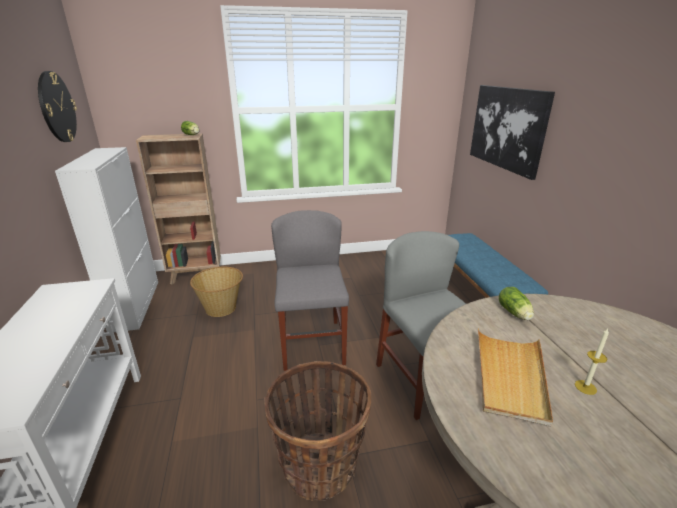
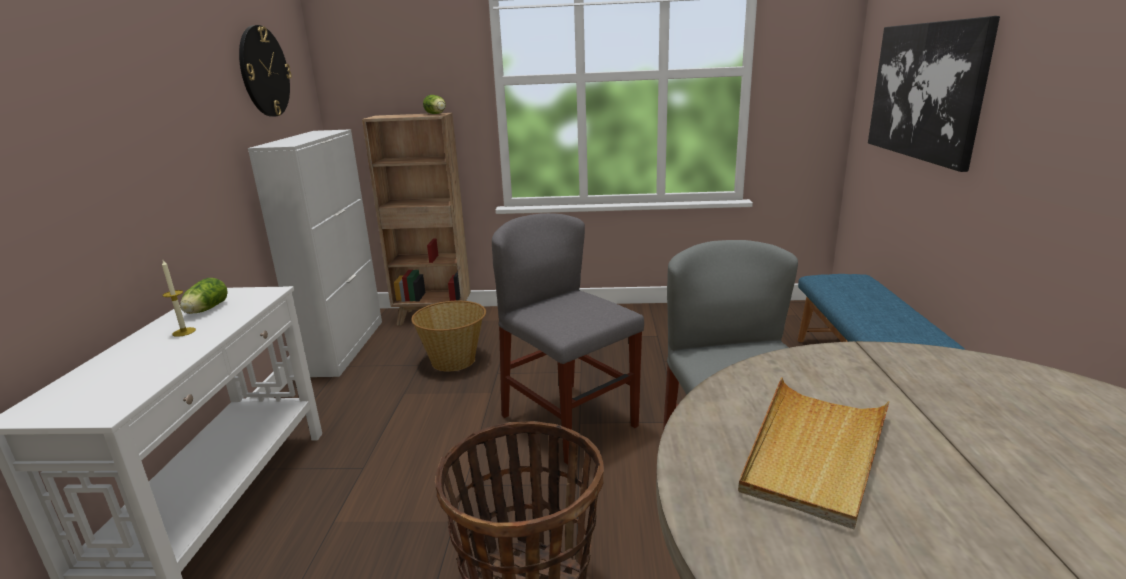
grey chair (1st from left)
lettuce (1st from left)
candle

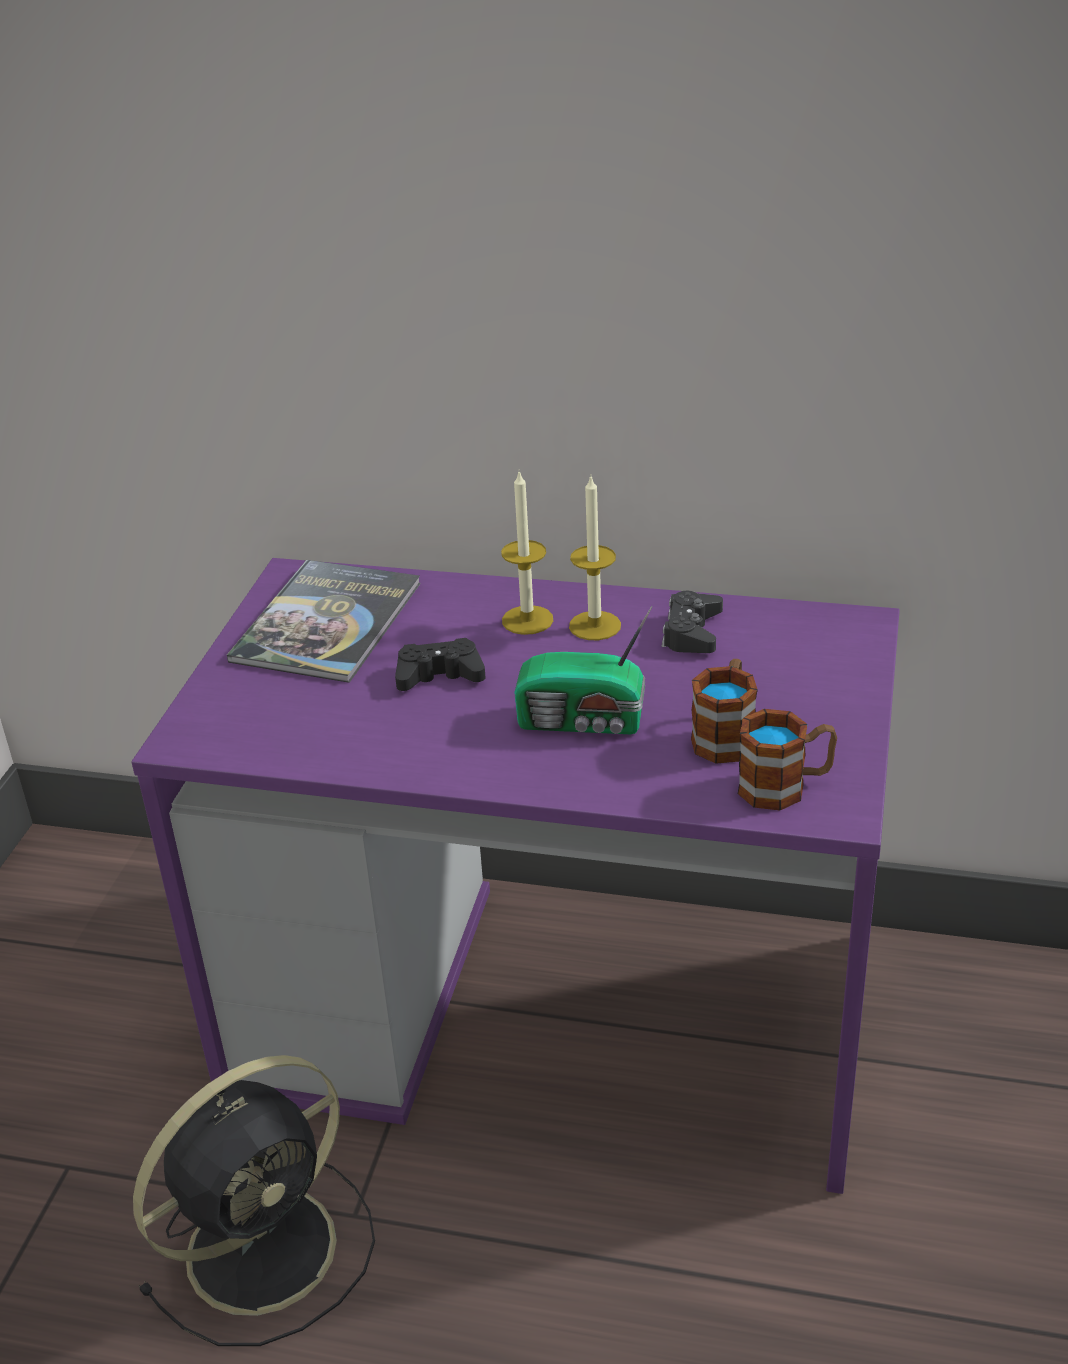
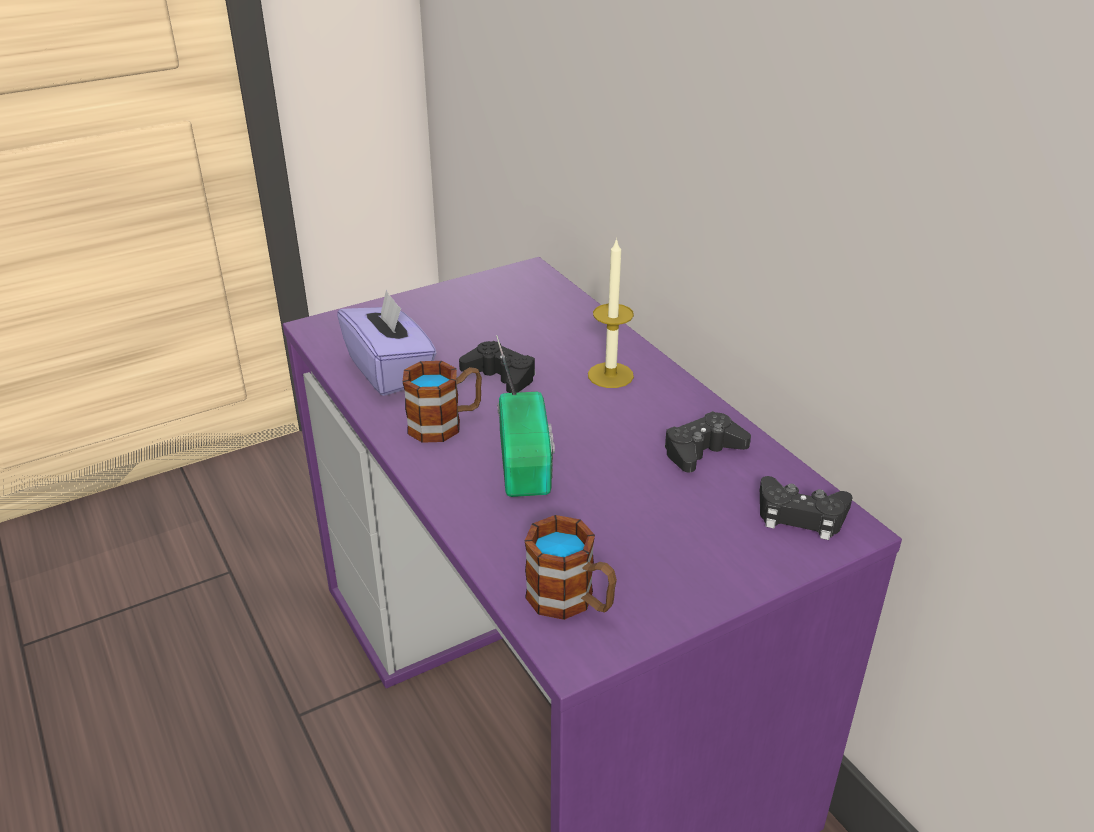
black fan
book
radio
candle (2nd from left in the first image)
mug (1st from left)
purple tissue box
black game controller (3rd from left)

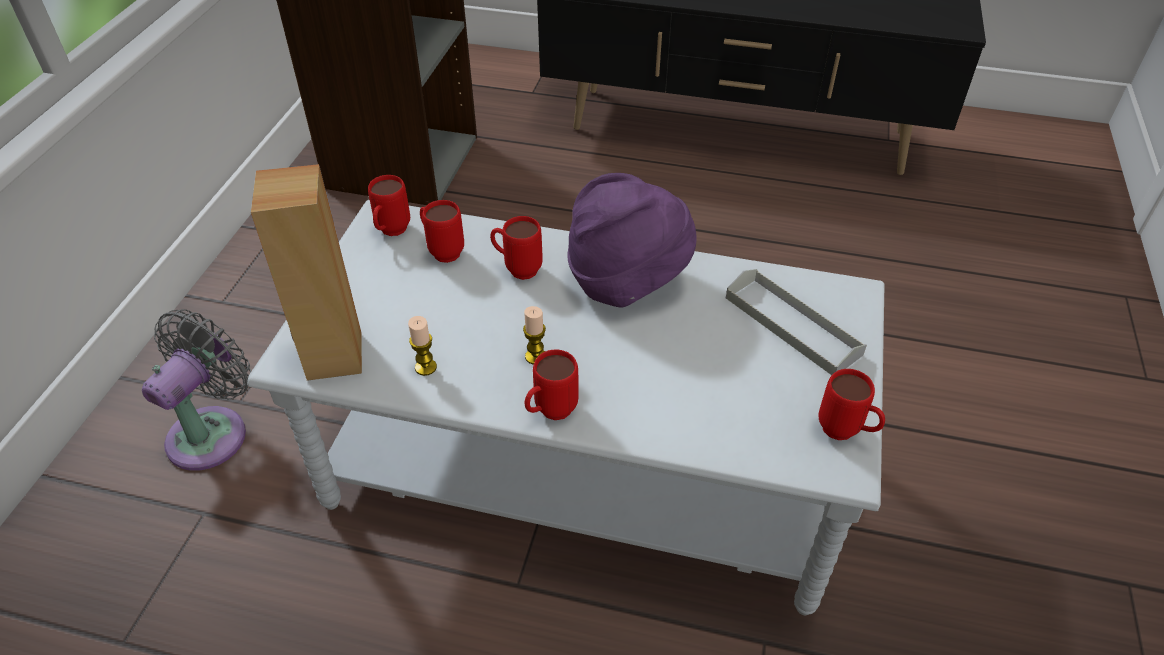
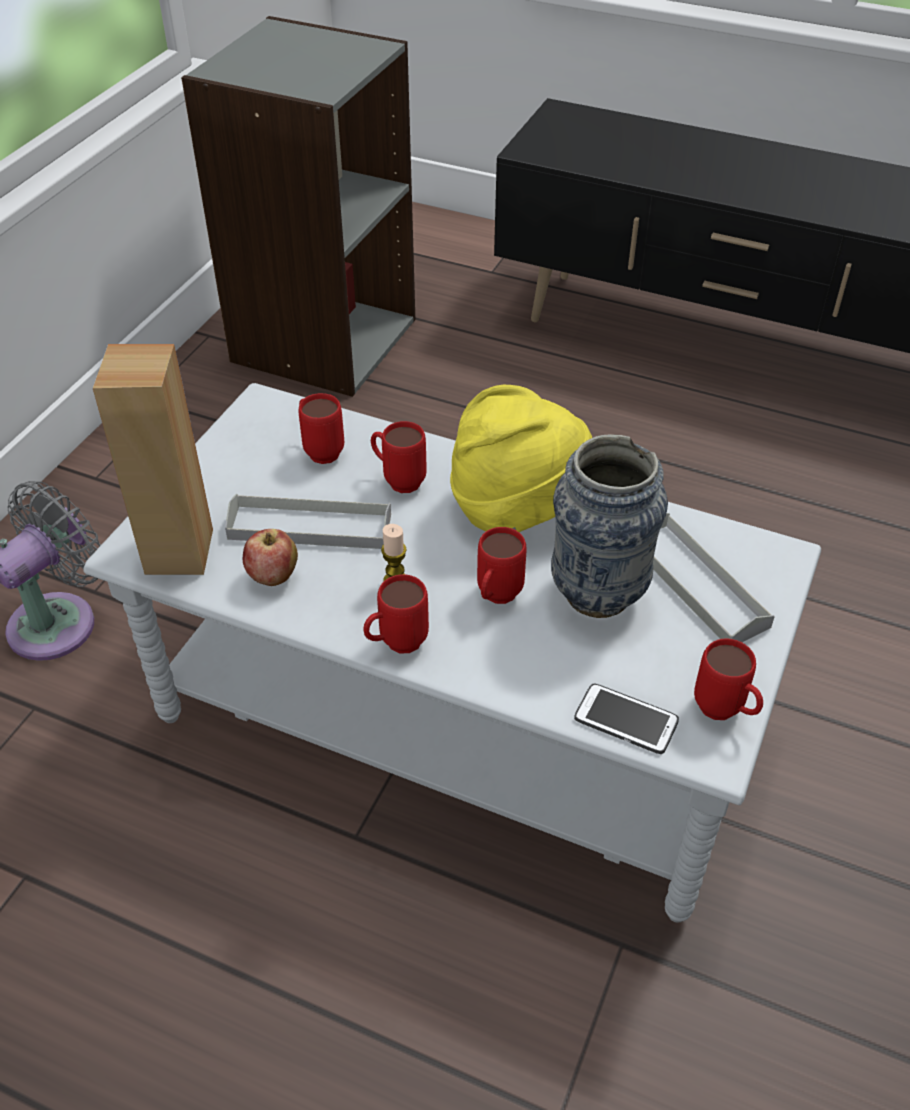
red mug (4th from left)
apple
yellow hat
grey tray (1st from left)
vase
phone

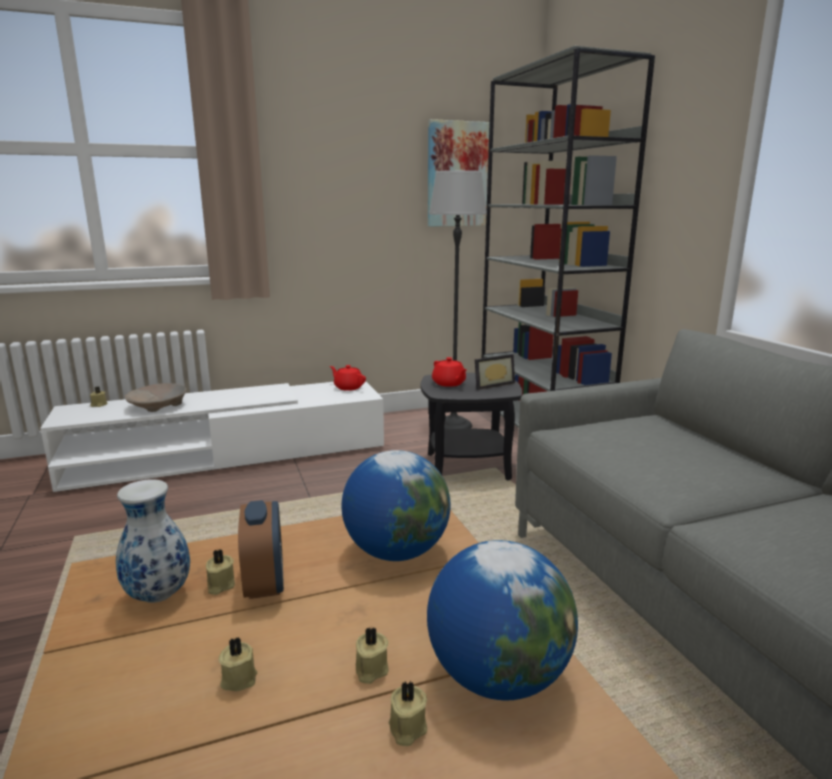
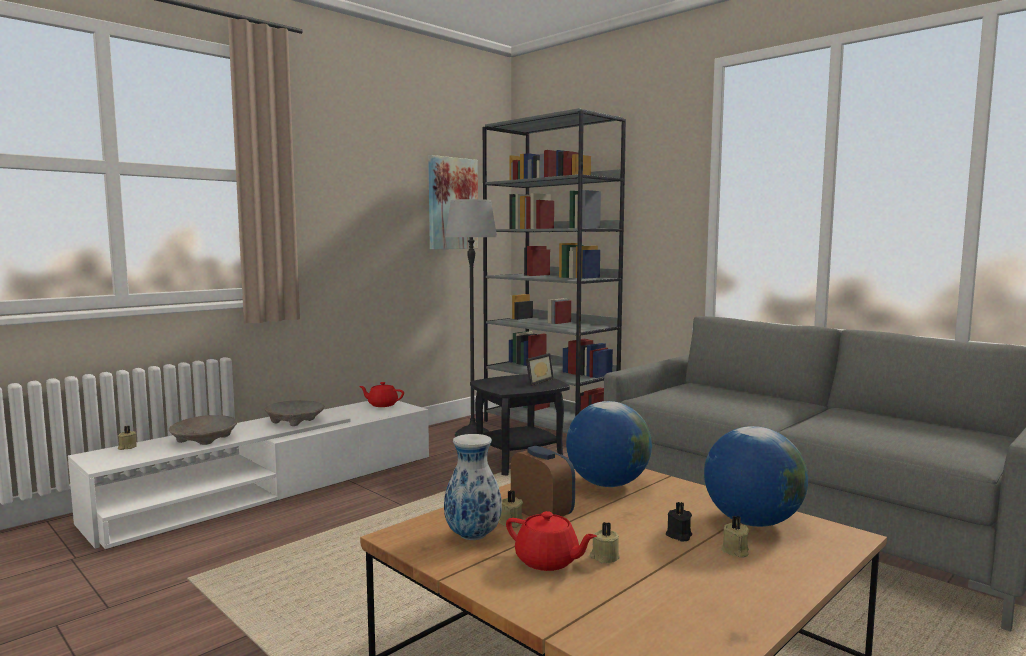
black candle
red teapot (2nd from left)
beige bowl (2nd from left)

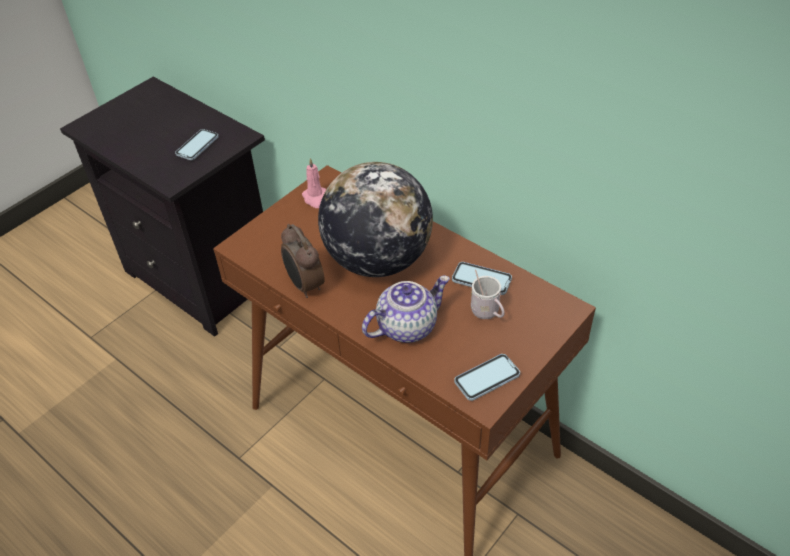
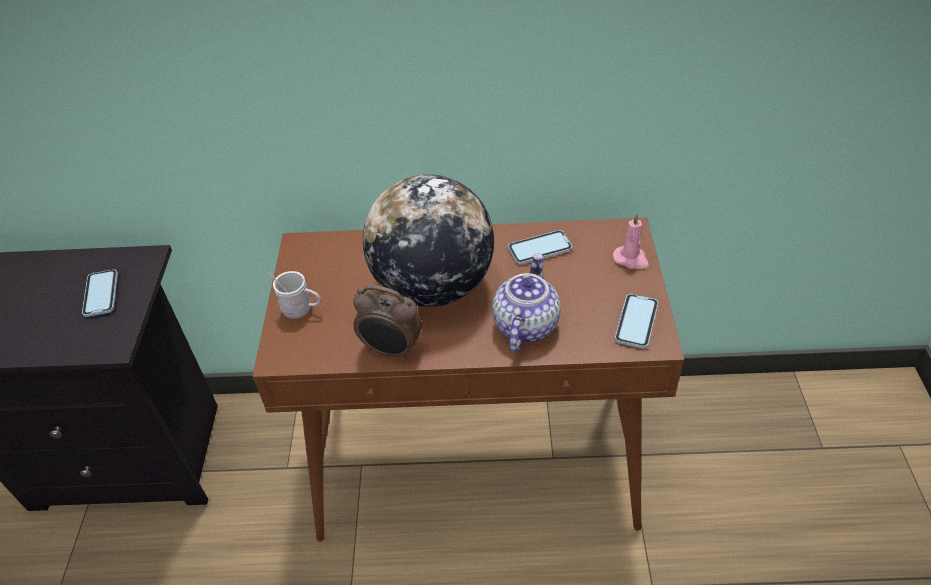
pink candle
white mug

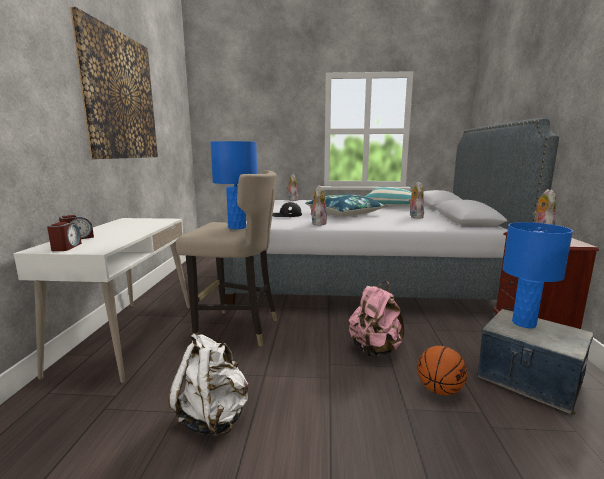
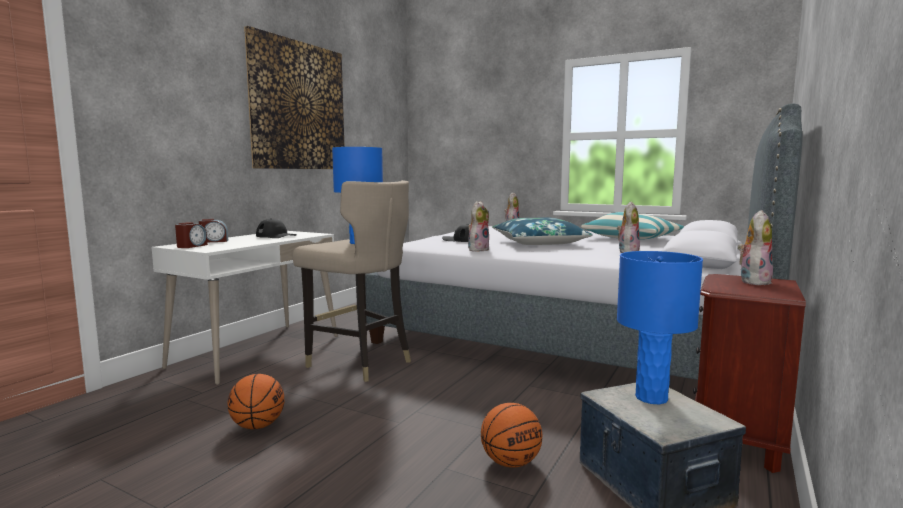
basketball (1st from left)
pink backpack
black cap (1st from left)

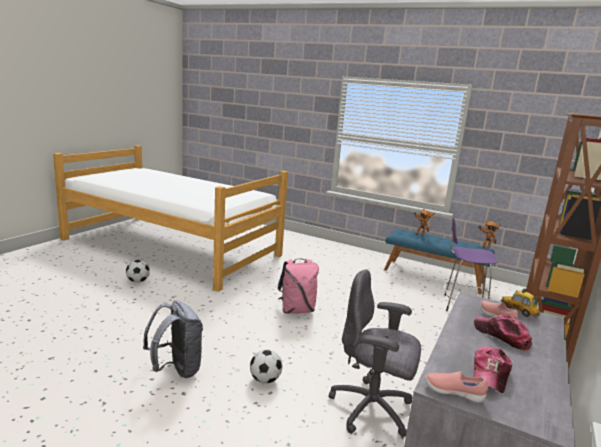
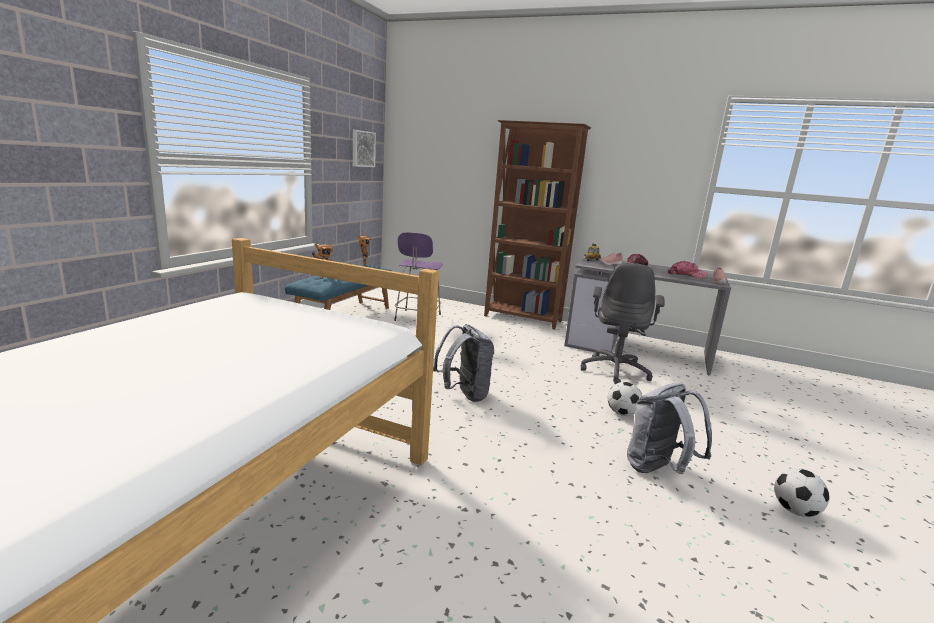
football (2nd from left)
grey backpack (1st from left)
picture

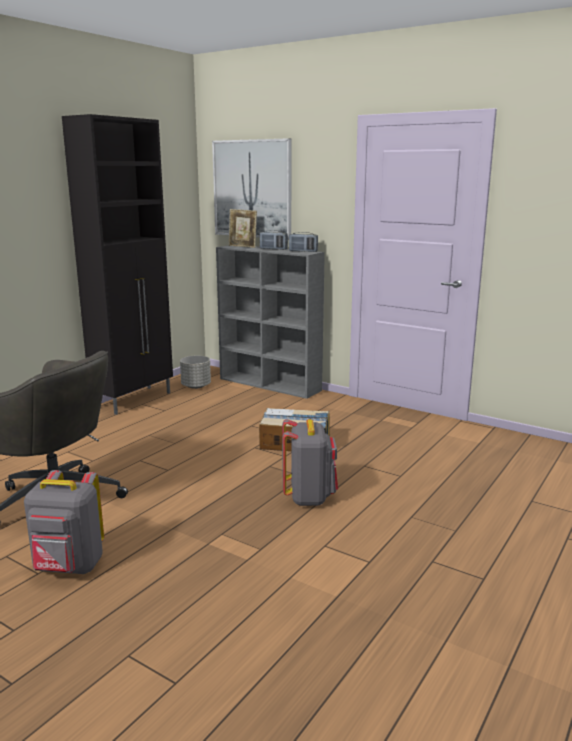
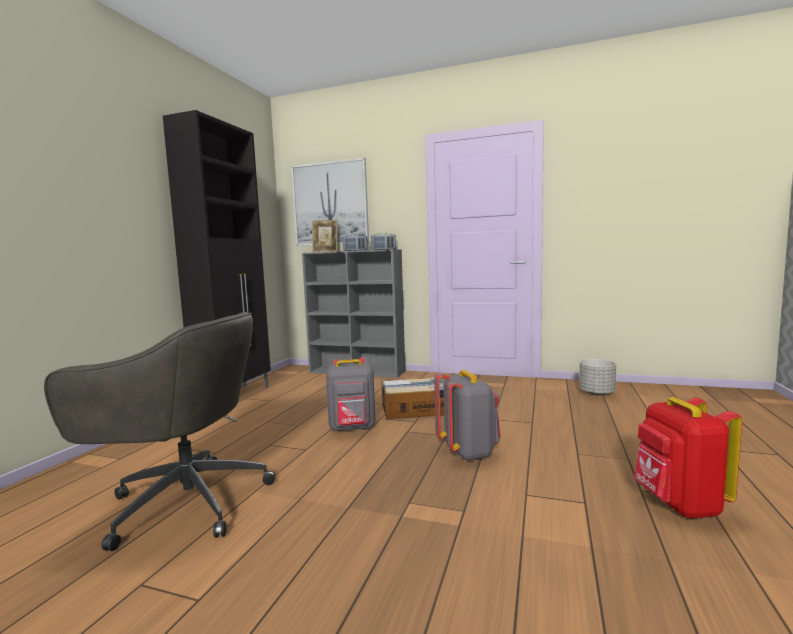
grey backpack (1st from left)
grey planter
red backpack

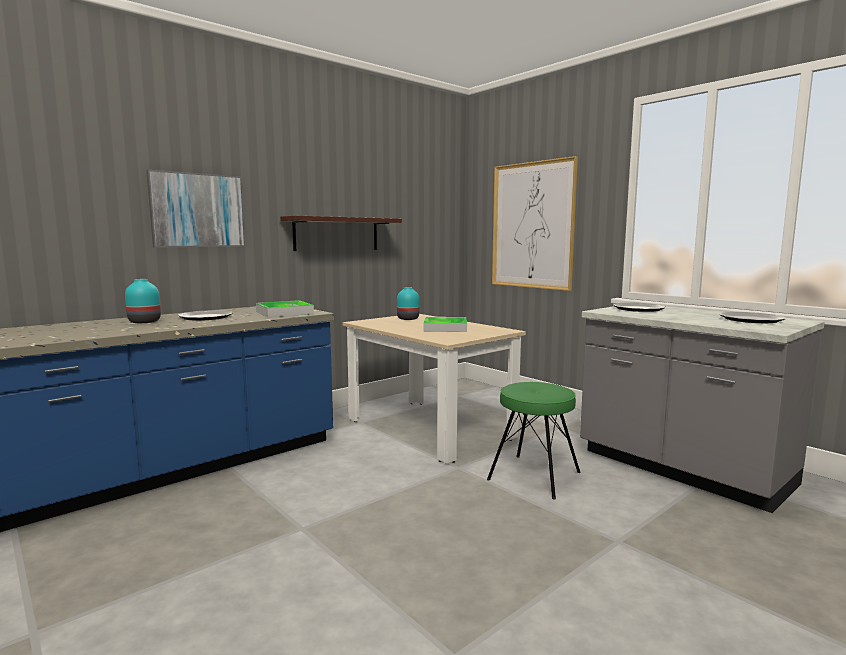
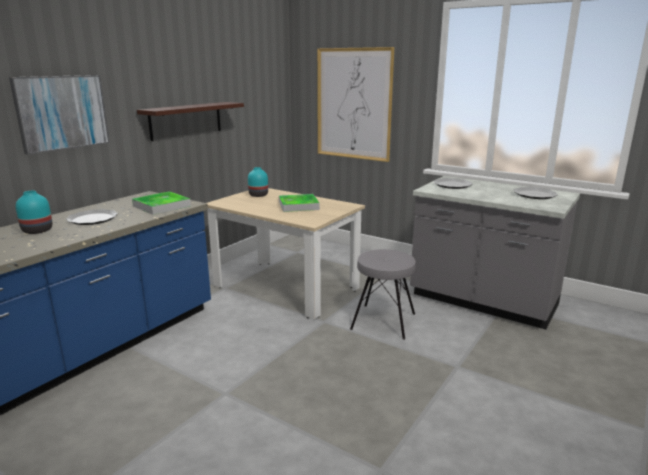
grey stool

